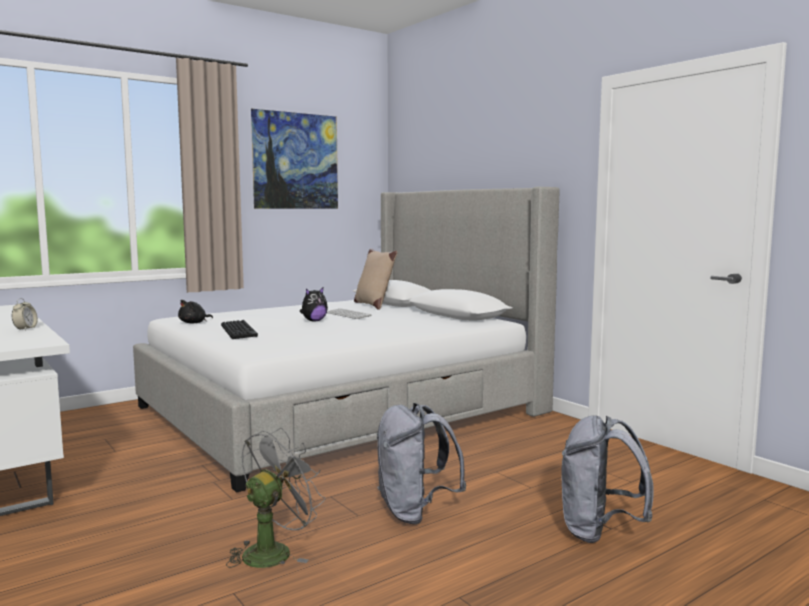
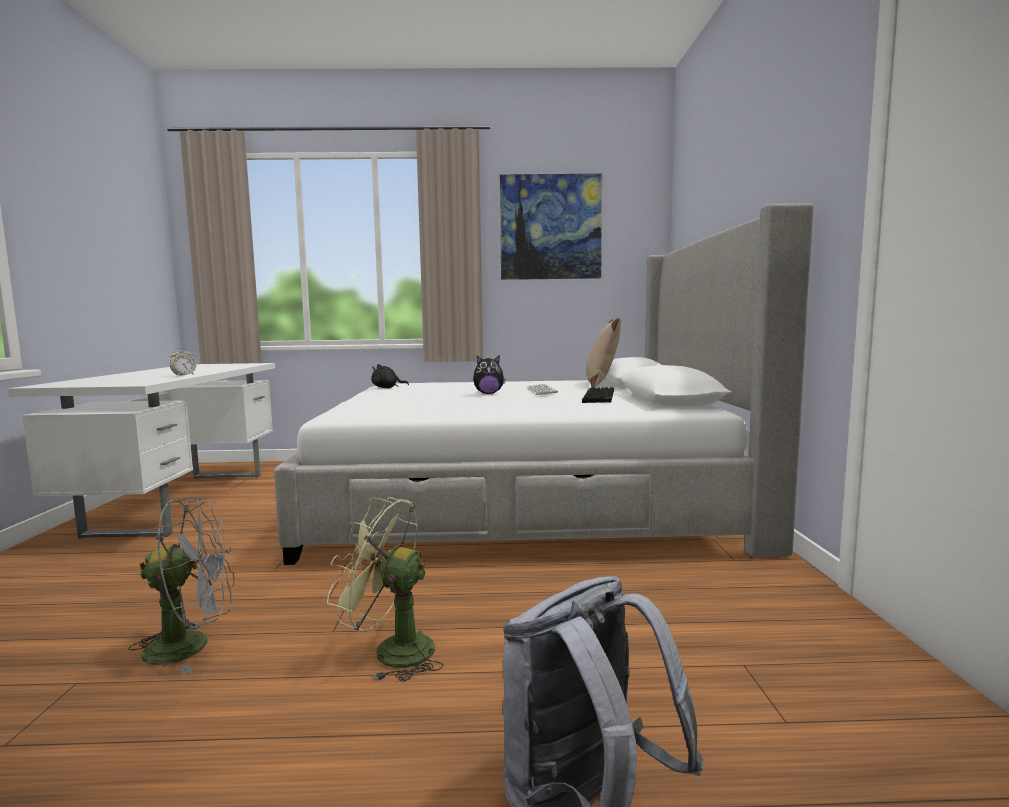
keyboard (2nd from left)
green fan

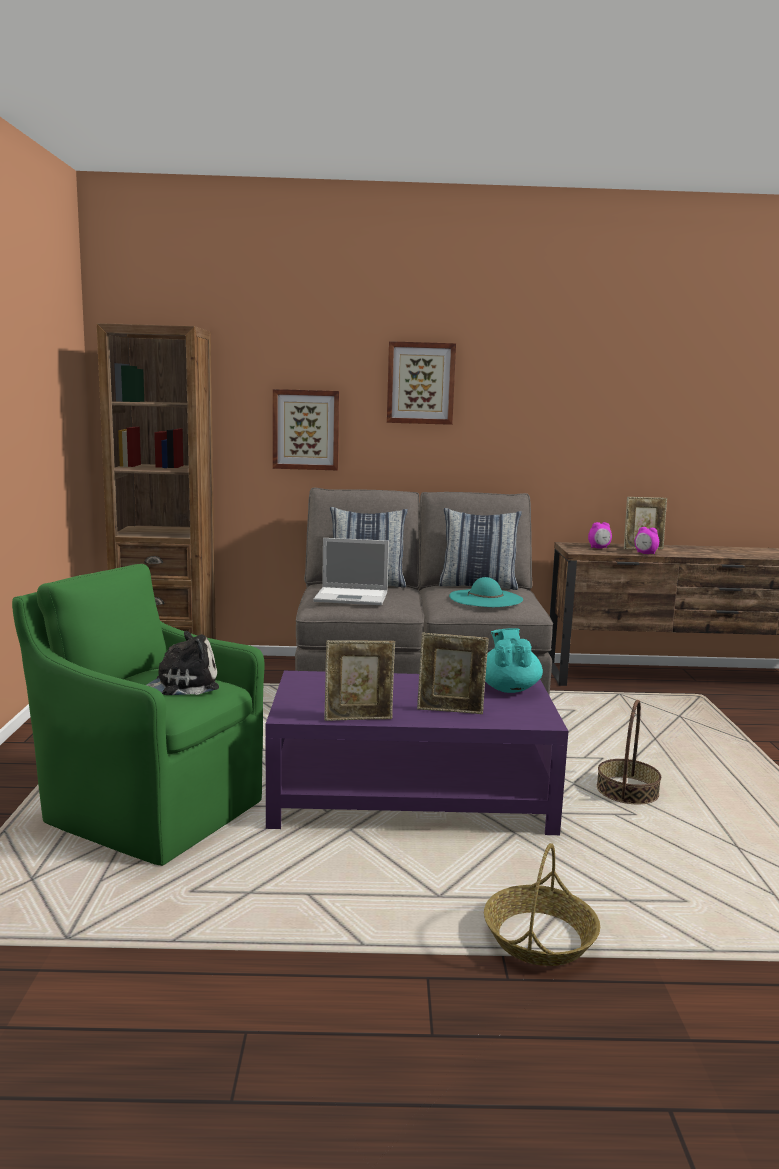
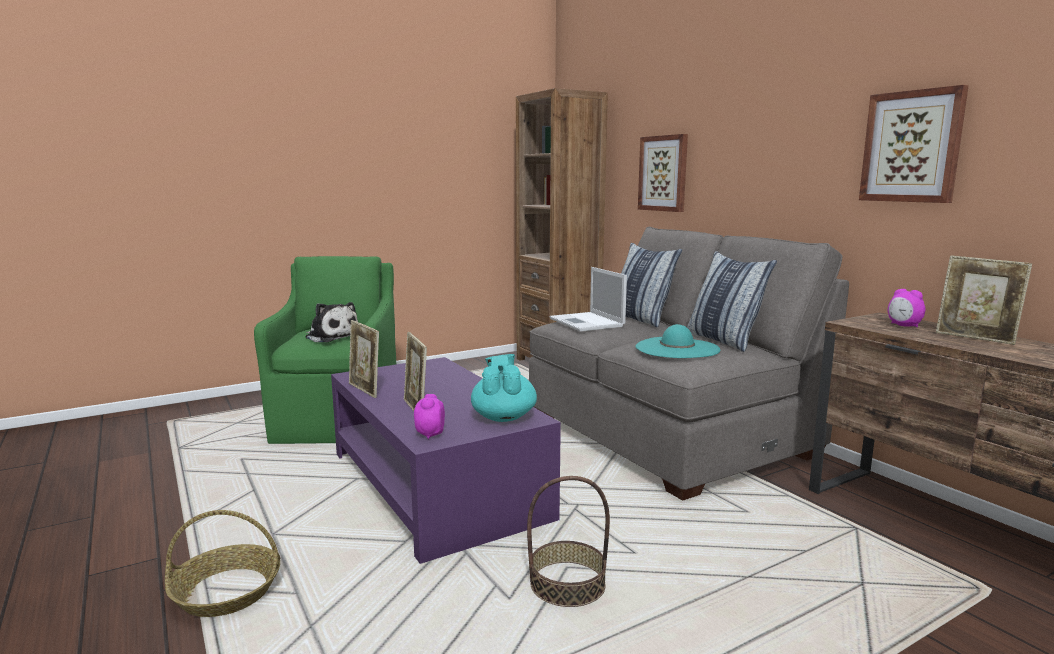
picture (2nd from left)
turquoise teapot
alarm clock (1st from left)

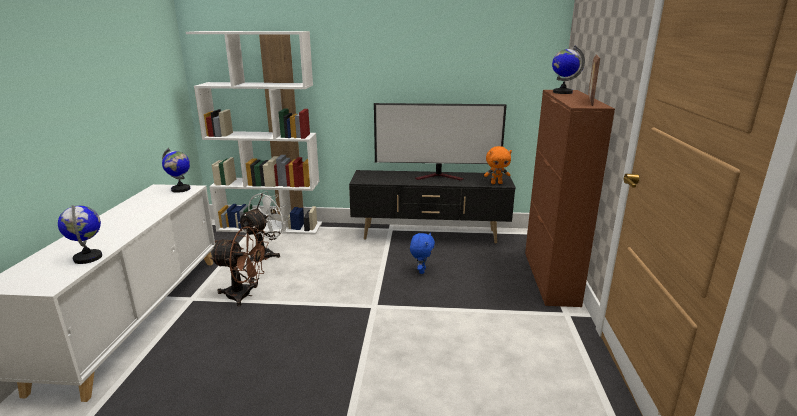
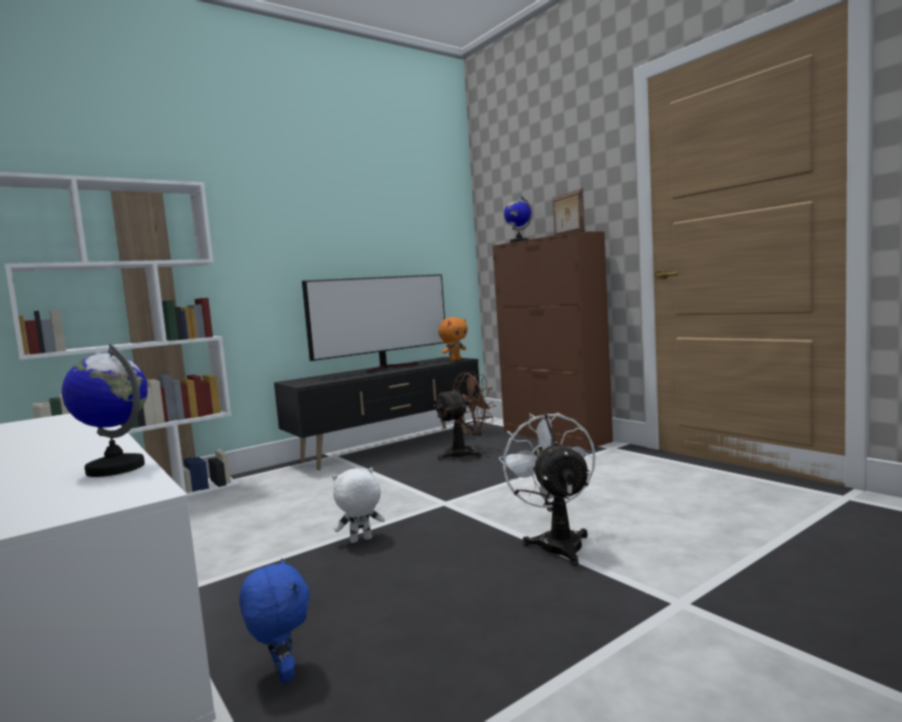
globe (2nd from left in the first image)
brown fan
white fan
blue plush toy
white plush toy

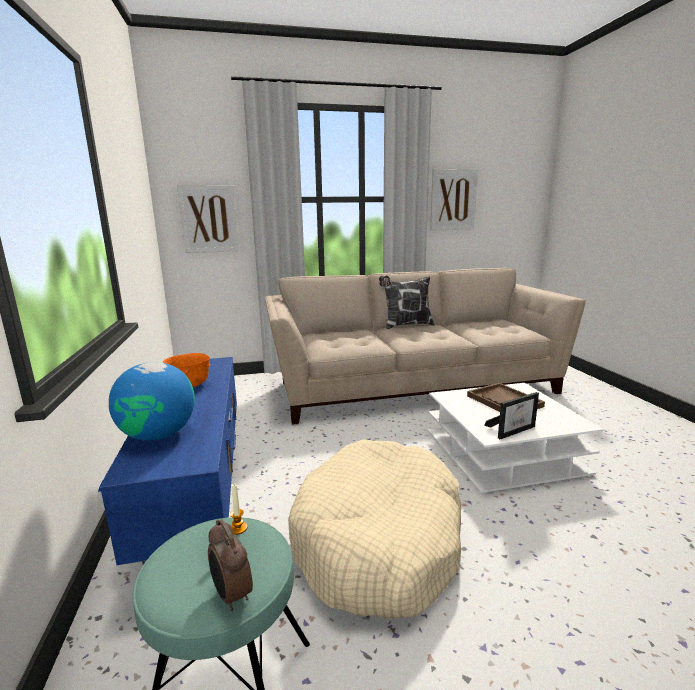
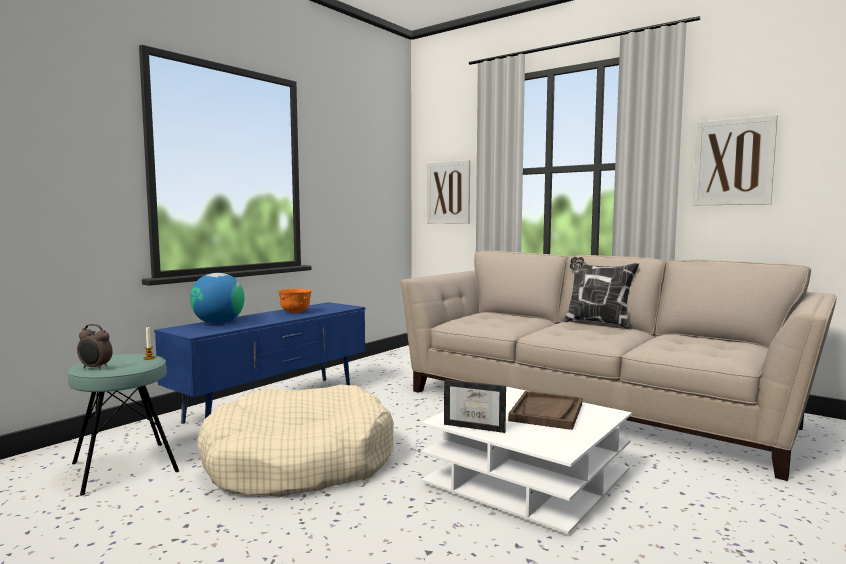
alarm clock

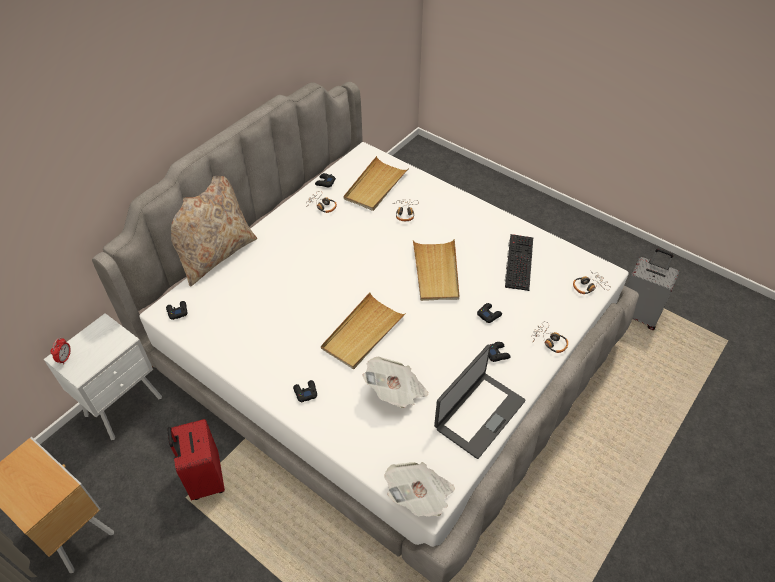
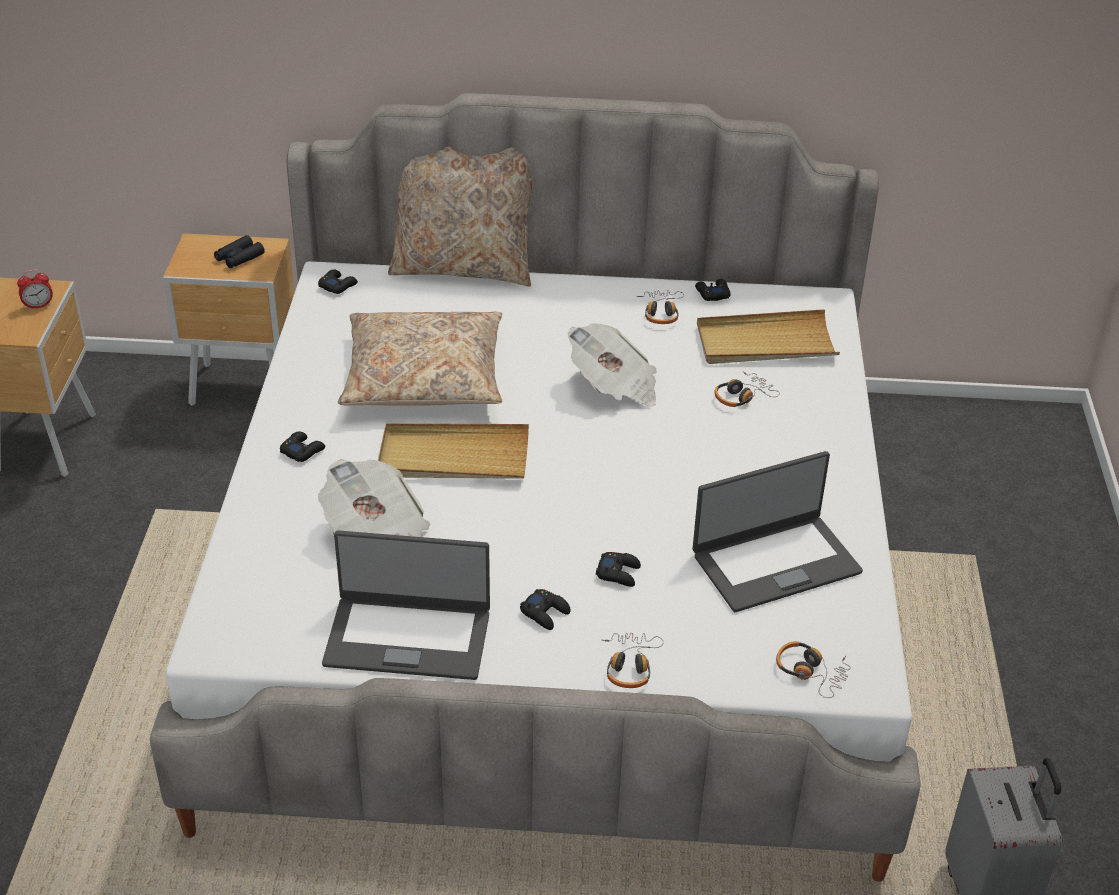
brown nightstand (2nd from left)
alarm clock
red suitcase
newspaper (2nd from left)
beige tray (3rd from left in the first image)
laptop (2nd from left)
black binoculars
beige pillow (1st from left)

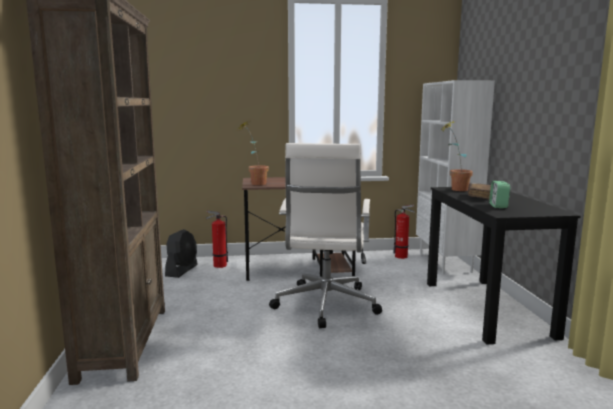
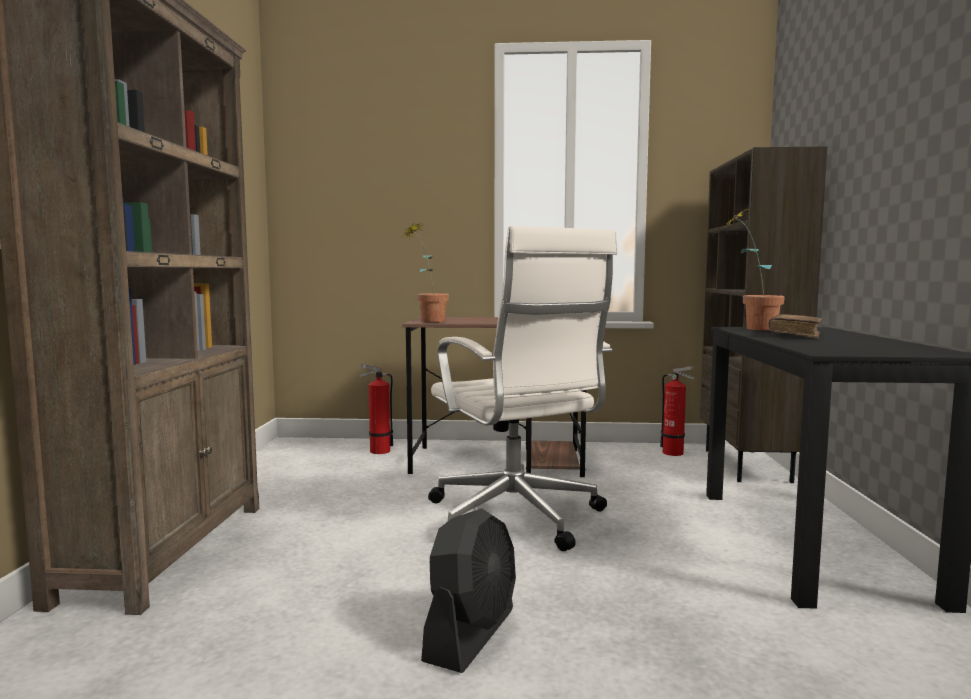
black fan
white office chair
brown bookcase (2nd from left)
alarm clock

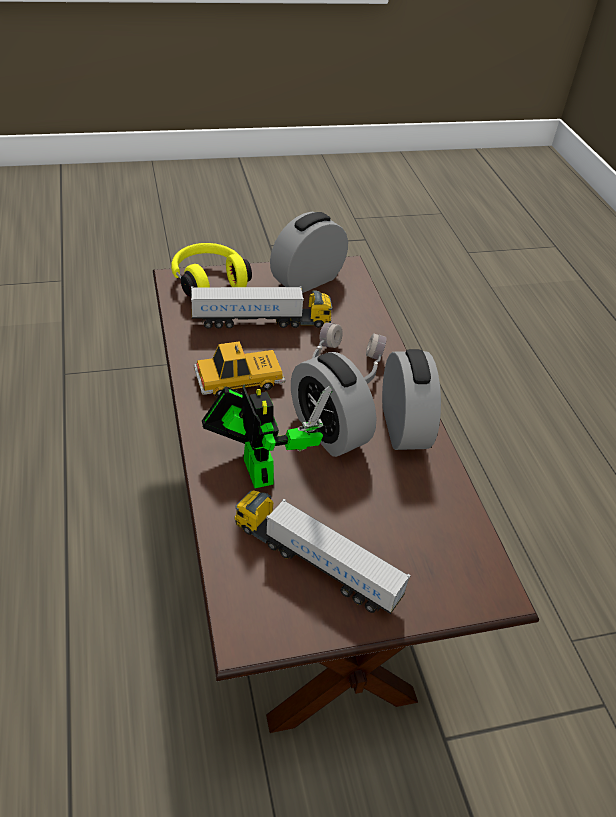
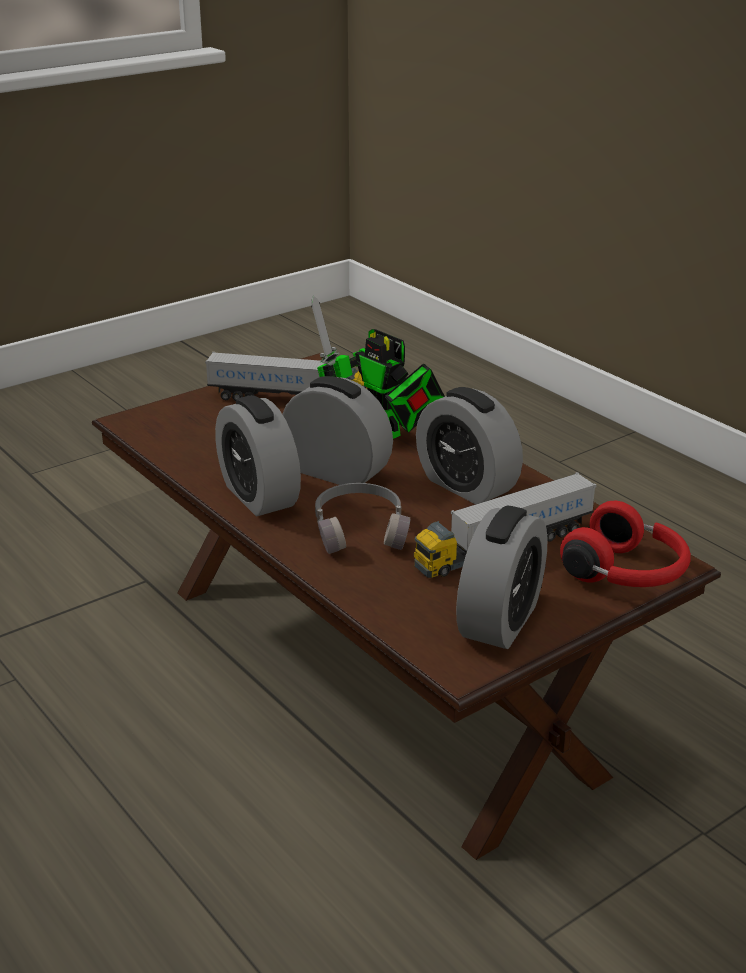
red headphones
alarm clock (3rd from left)

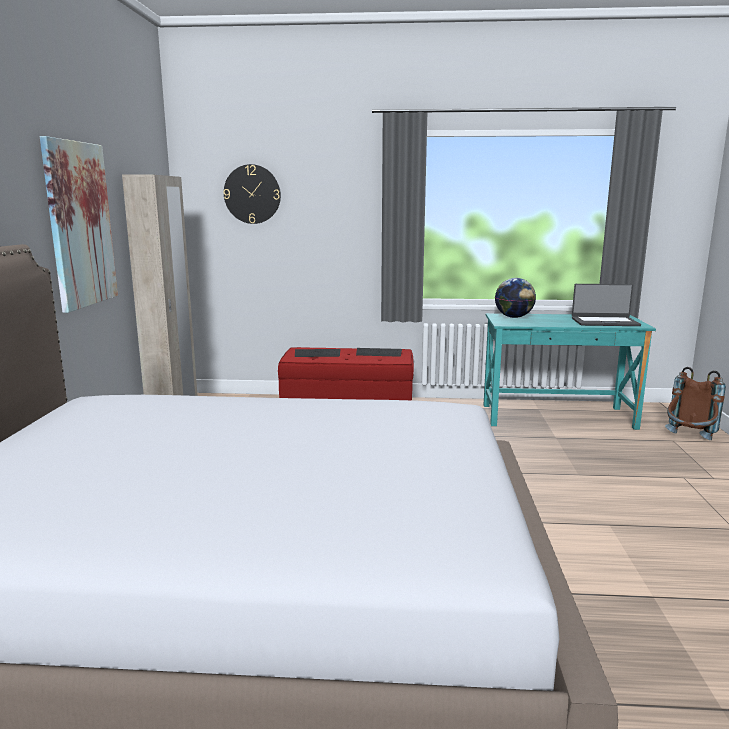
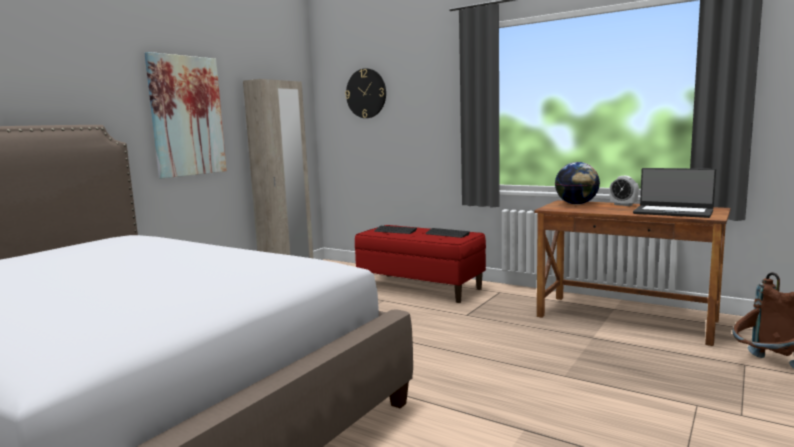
brown desk
alarm clock

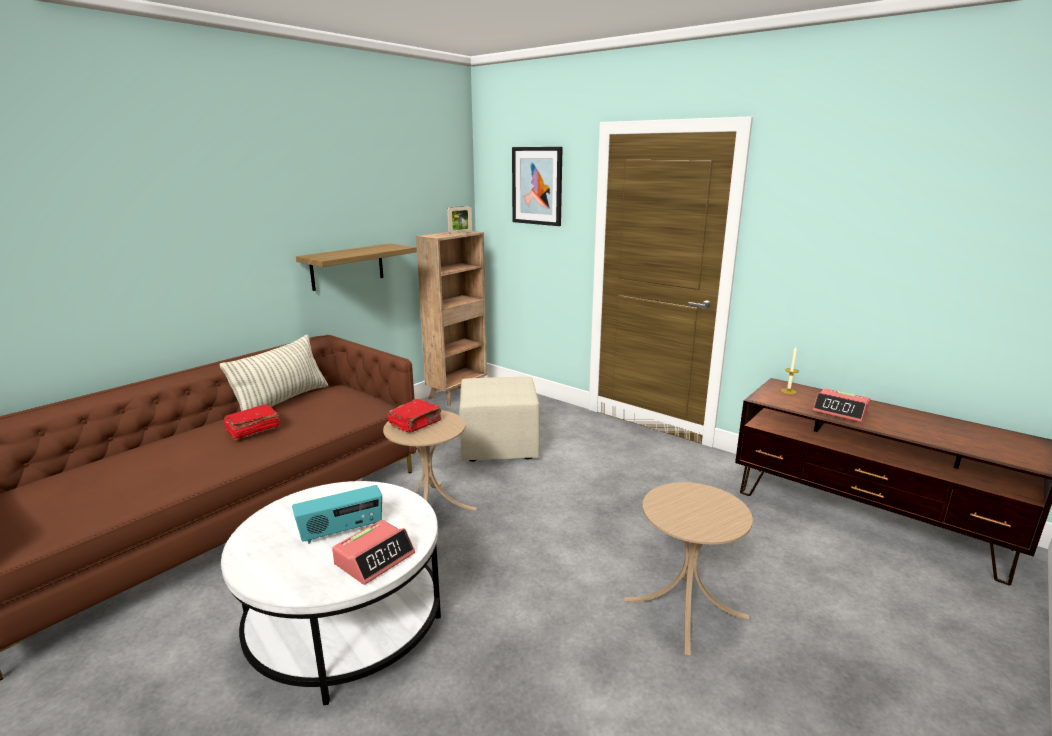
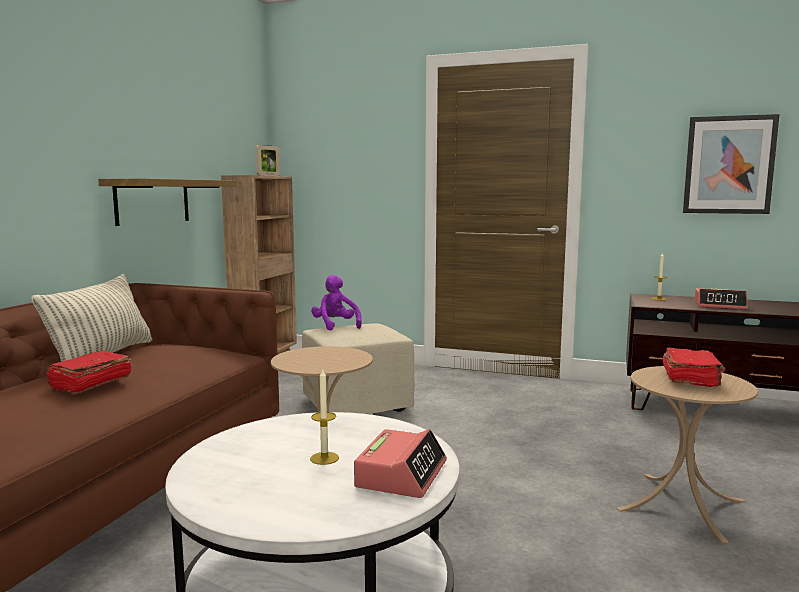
candle (1st from left)
red book (2nd from left)
picture
purple plush toy

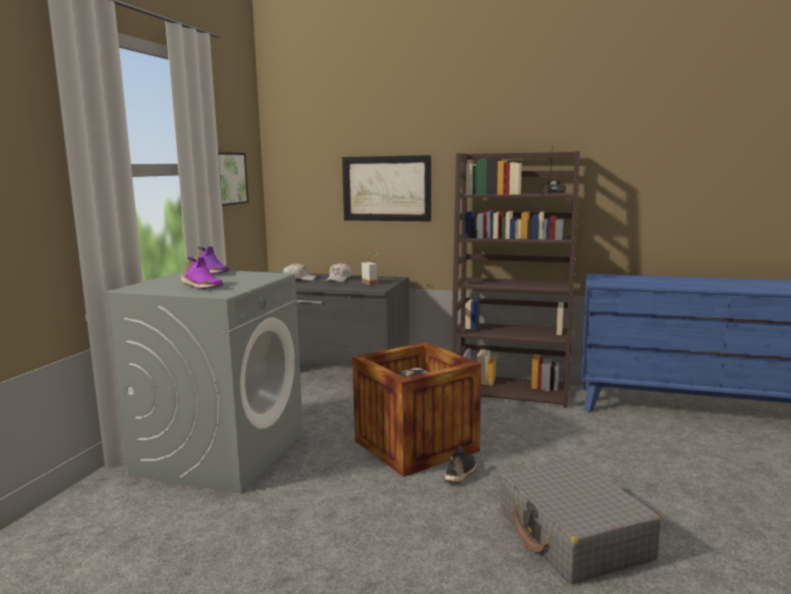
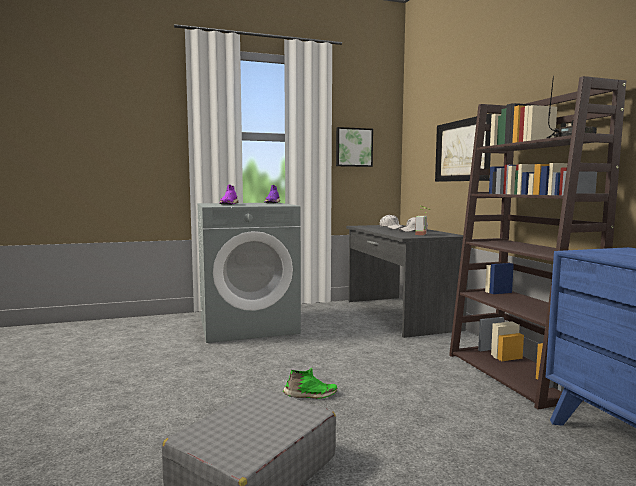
crate
green shoe

